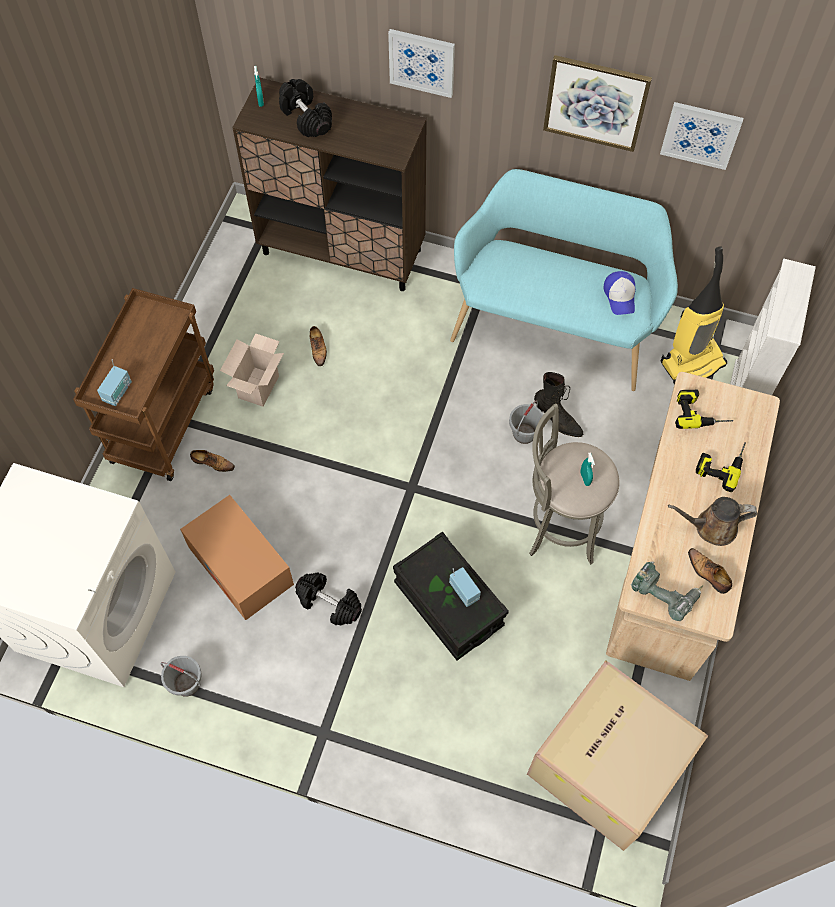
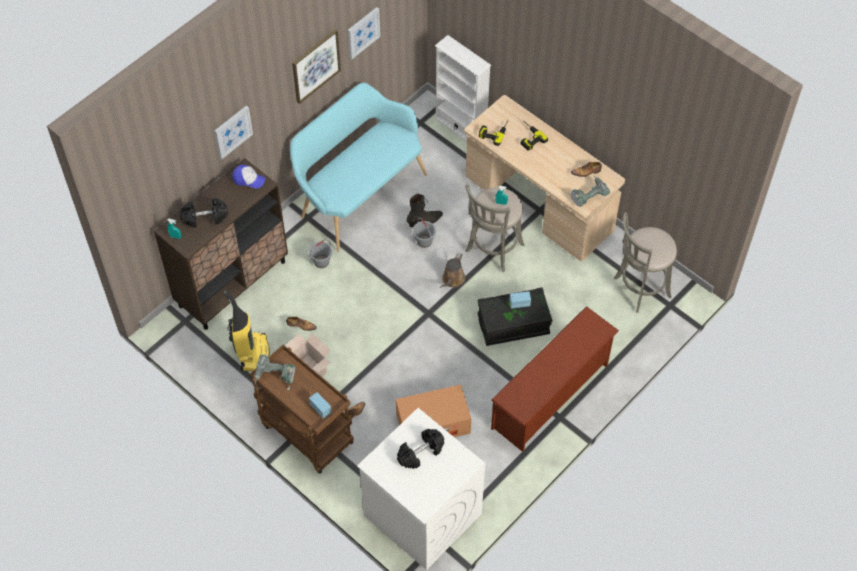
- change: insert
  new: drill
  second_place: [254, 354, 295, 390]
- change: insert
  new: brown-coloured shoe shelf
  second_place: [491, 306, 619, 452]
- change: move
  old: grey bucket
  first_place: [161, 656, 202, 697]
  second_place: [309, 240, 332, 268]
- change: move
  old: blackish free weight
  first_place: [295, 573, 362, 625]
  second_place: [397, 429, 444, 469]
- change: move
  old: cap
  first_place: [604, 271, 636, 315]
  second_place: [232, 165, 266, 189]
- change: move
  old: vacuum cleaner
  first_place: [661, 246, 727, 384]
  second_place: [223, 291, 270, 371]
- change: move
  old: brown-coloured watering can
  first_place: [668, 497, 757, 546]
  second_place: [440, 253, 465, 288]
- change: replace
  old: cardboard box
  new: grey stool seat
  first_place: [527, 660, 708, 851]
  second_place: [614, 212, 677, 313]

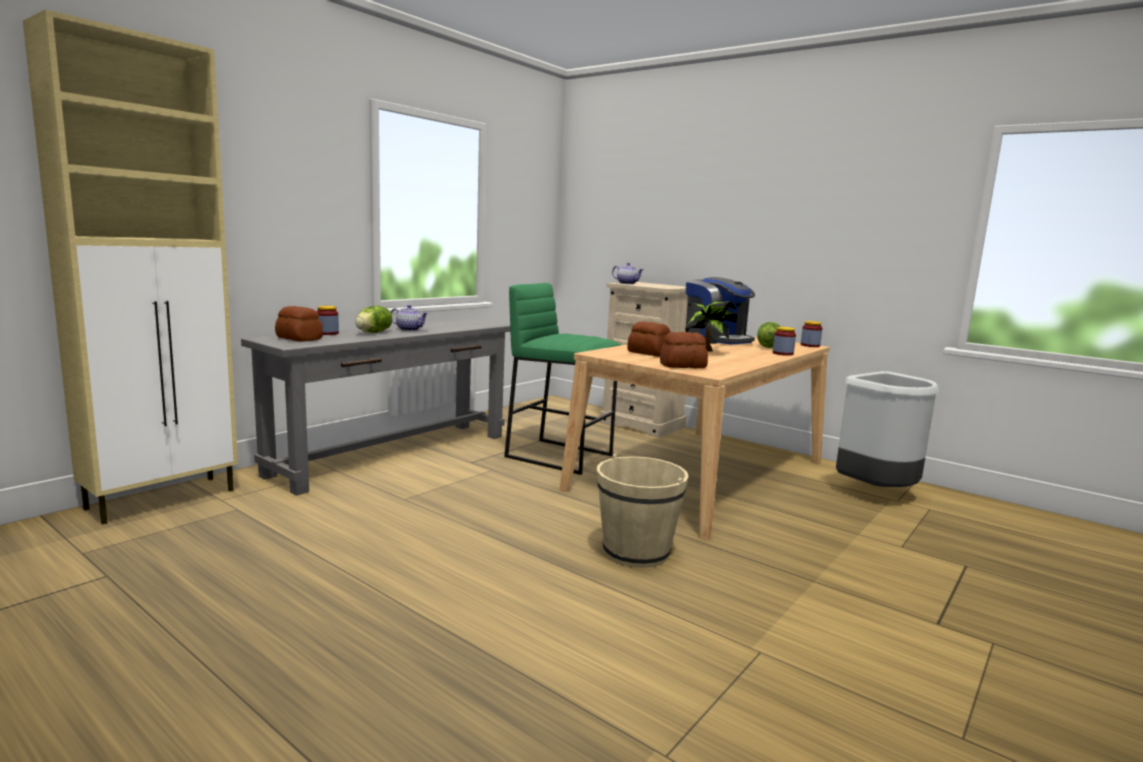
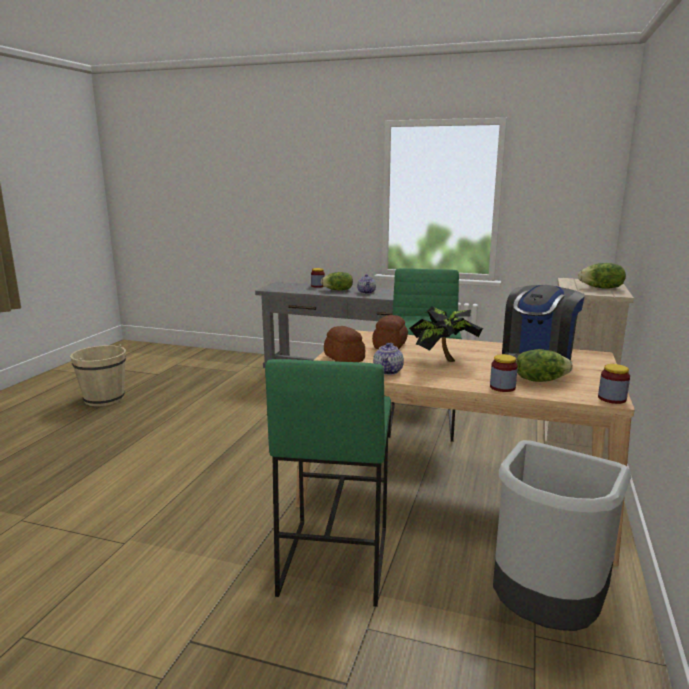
- change: delete
  old: sand-coloured cupboard
  first_place: [23, 9, 238, 524]
- change: delete
  old: bread
  first_place: [275, 306, 323, 342]
- change: insert
  new: greenish stool seat
  second_place: [265, 359, 391, 607]
- change: insert
  new: lettuce
  second_place: [578, 263, 626, 288]
- change: move
  old: sand-coloured bucket
  first_place: [597, 454, 689, 568]
  second_place: [70, 344, 126, 406]
- change: move
  old: pot for tea
  first_place: [612, 263, 644, 284]
  second_place: [373, 343, 404, 375]

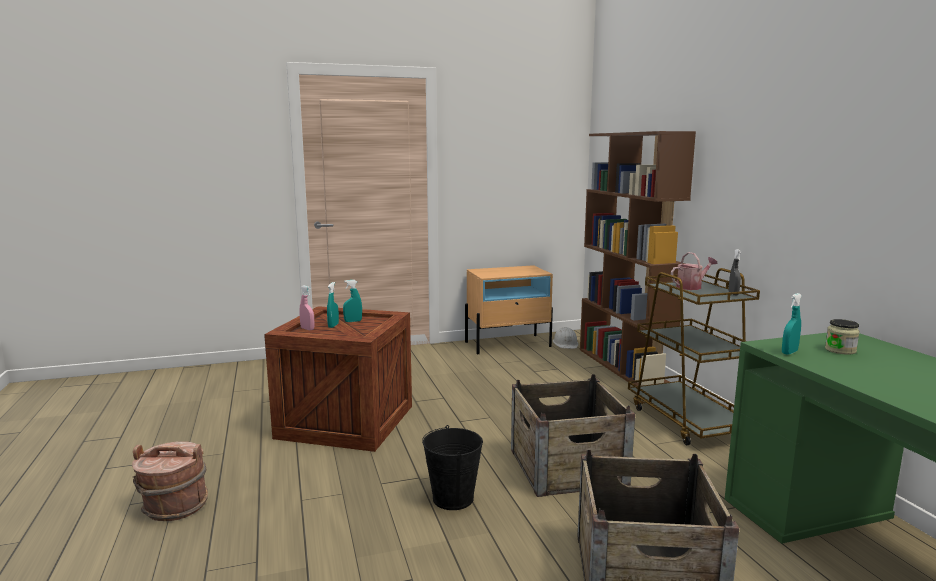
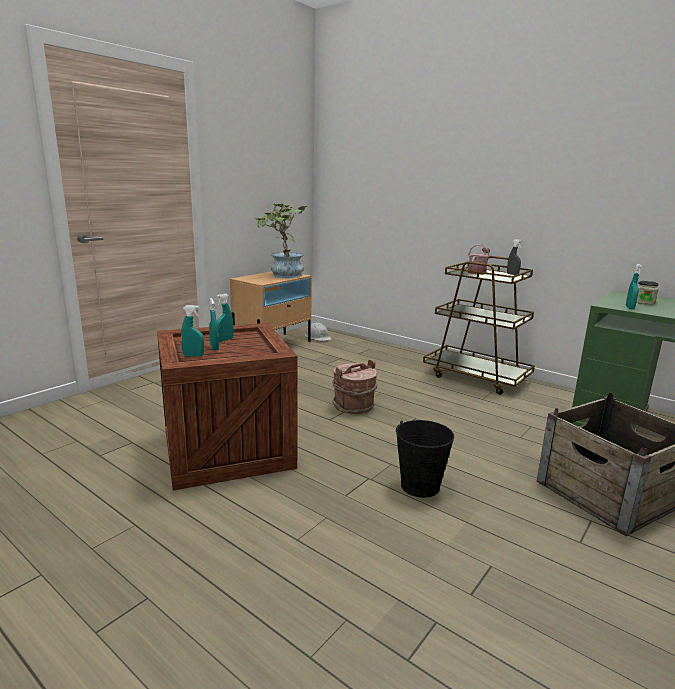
- change: delete
  old: packing crate
  first_place: [511, 374, 635, 497]
- change: delete
  old: brown-coloured shelving unit
  first_place: [580, 131, 696, 386]
- change: insert
  new: houseplant
  second_place: [252, 203, 307, 278]
- change: move
  old: brown-coloured bucket
  first_place: [132, 441, 208, 521]
  second_place: [332, 359, 377, 414]
- change: recolor
  old: pinkish hand sprayer
  new: turquoise-coloured hand sprayer
  first_place: [299, 285, 315, 330]
  second_place: [181, 305, 204, 357]

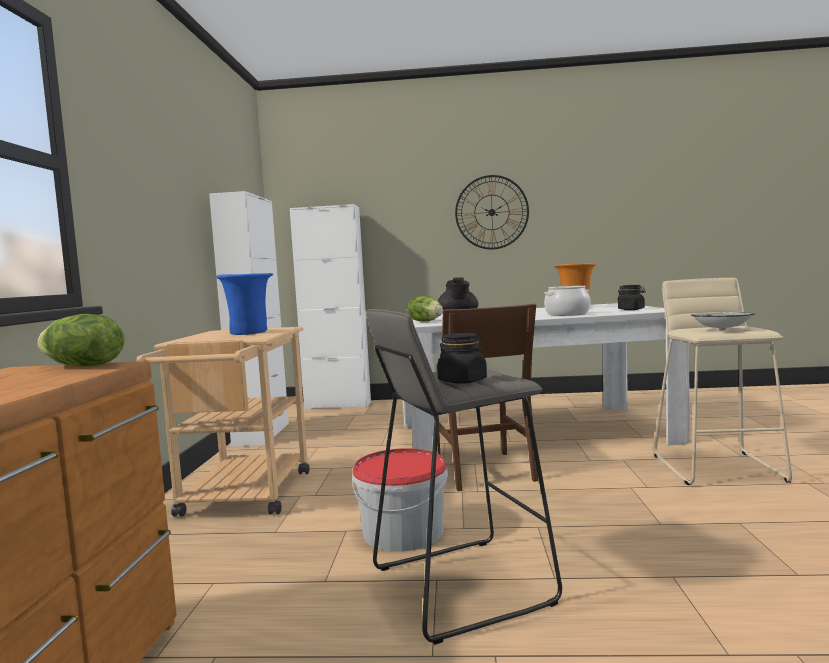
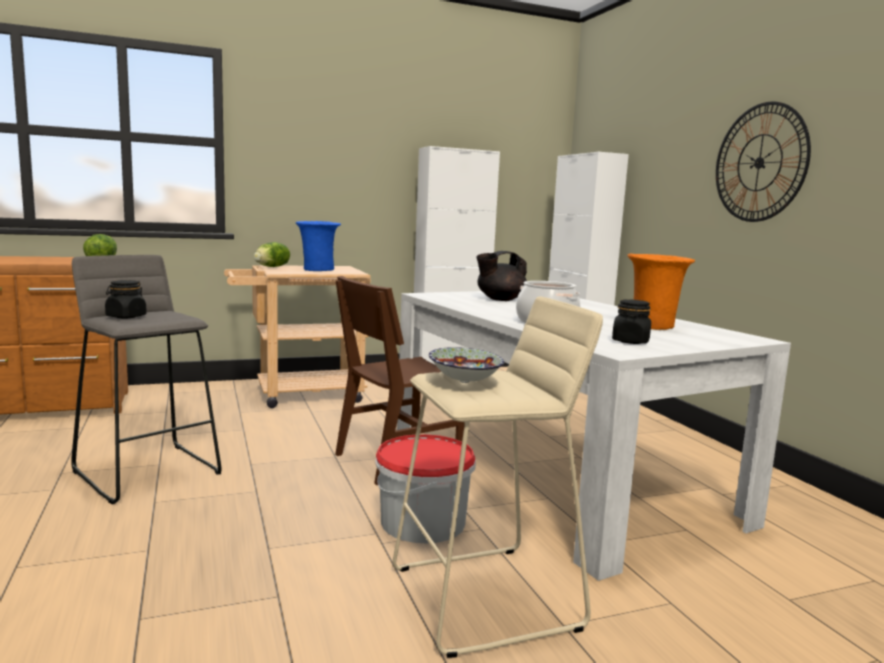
- change: move
  old: bucket
  first_place: [352, 448, 448, 552]
  second_place: [376, 434, 476, 543]
- change: move
  old: lettuce
  first_place: [407, 296, 443, 322]
  second_place: [254, 242, 290, 267]

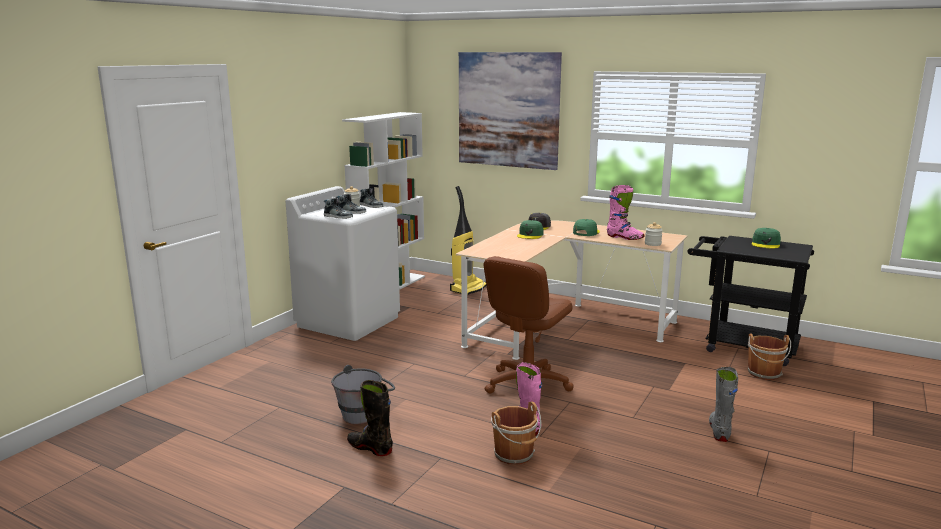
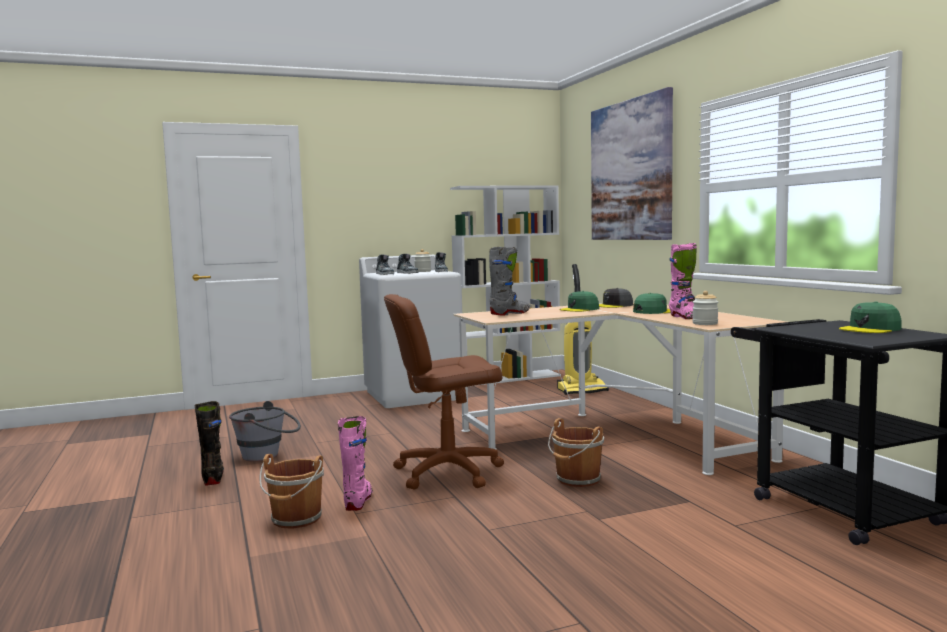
- change: move
  old: grey tall boot
  first_place: [709, 367, 738, 442]
  second_place: [489, 247, 530, 316]
- change: move
  old: brown-coloured bucket
  first_place: [747, 334, 791, 380]
  second_place: [548, 418, 604, 487]

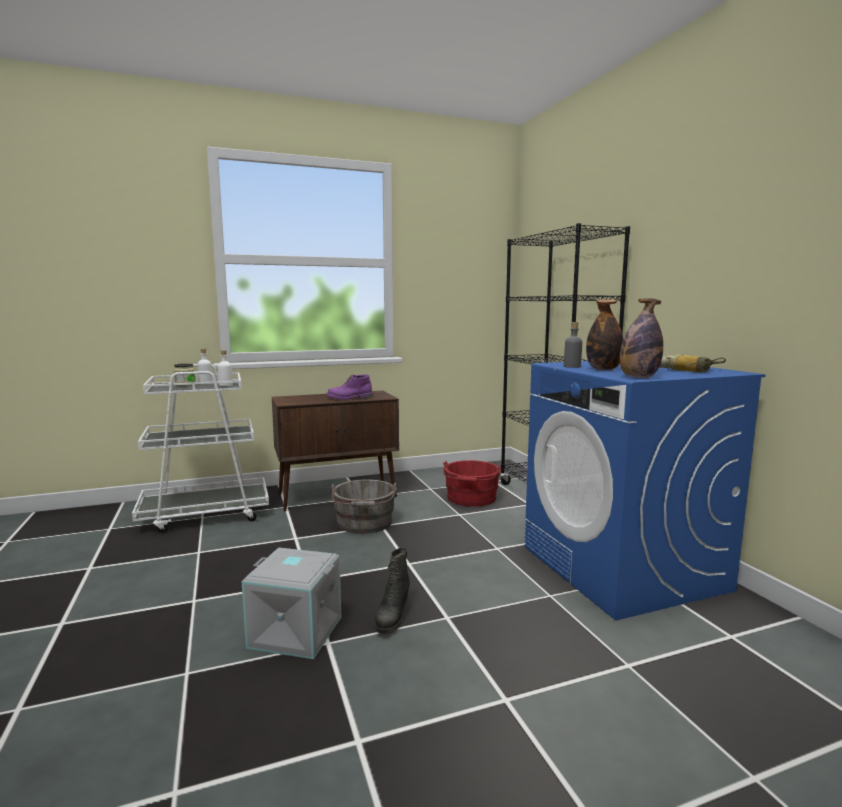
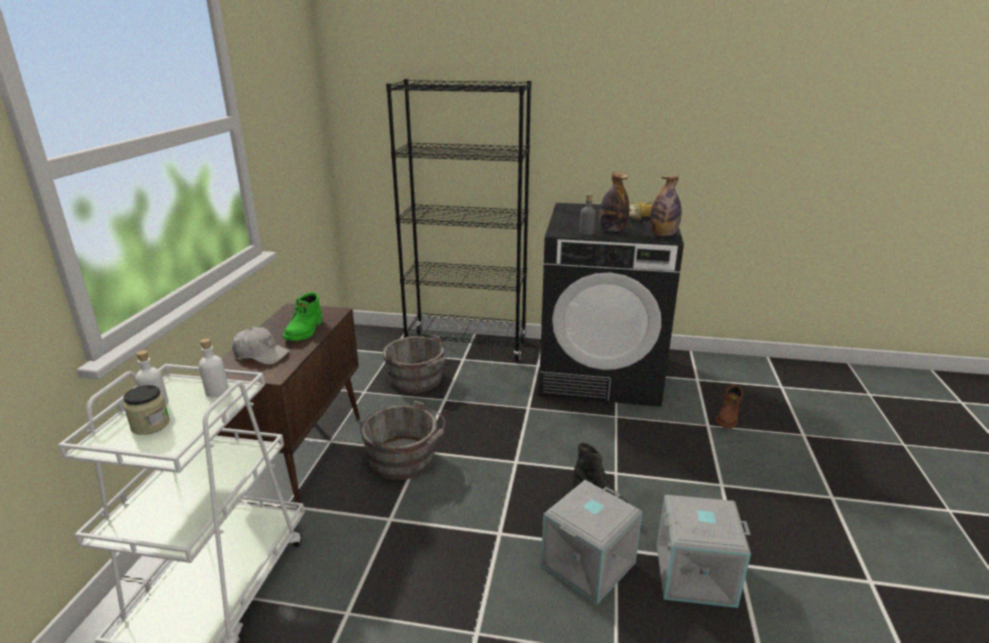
- change: insert
  new: white-coloured cap
  second_place: [232, 327, 290, 365]
- change: insert
  new: grey storage container
  second_place: [657, 495, 751, 608]
- change: insert
  new: brown-coloured tall boot
  second_place: [716, 385, 743, 429]
- change: recolor
  old: purplish tall boot
  new: greenish tall boot
  first_place: [326, 374, 372, 400]
  second_place: [283, 292, 323, 341]
- change: recolor
  old: reddish bucket
  new: grey bucket
  first_place: [443, 460, 501, 507]
  second_place: [383, 334, 451, 393]
- change: recolor
  old: blue laundry machine
  new: blackish laundry machine
  first_place: [524, 361, 766, 620]
  second_place: [539, 203, 684, 407]

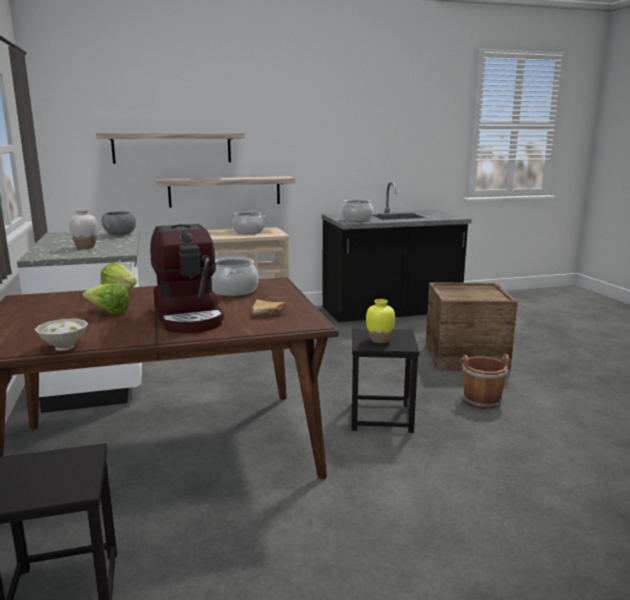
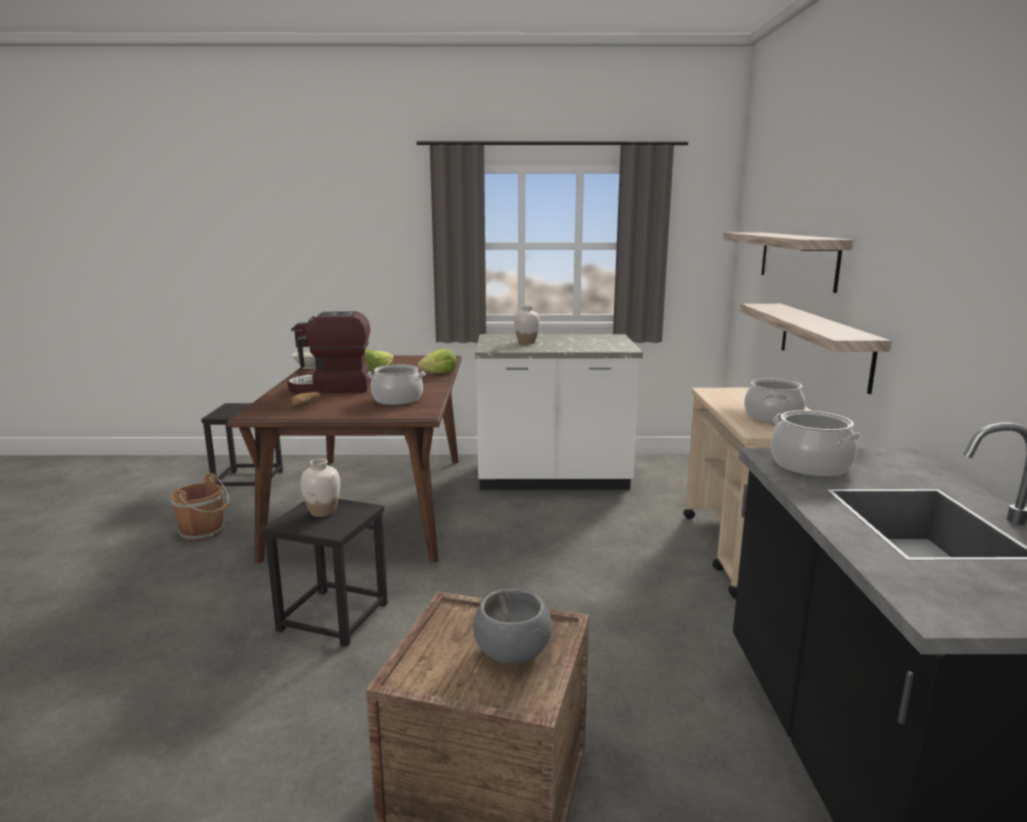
- change: move
  old: grey bowl
  first_place: [102, 211, 136, 235]
  second_place: [473, 589, 552, 664]
- change: move
  old: brown-coloured bucket
  first_place: [460, 354, 509, 409]
  second_place: [170, 473, 229, 541]
- change: recolor
  old: yellow-coloured flower vase
  new: white-coloured flower vase
  first_place: [366, 299, 395, 343]
  second_place: [301, 459, 340, 517]

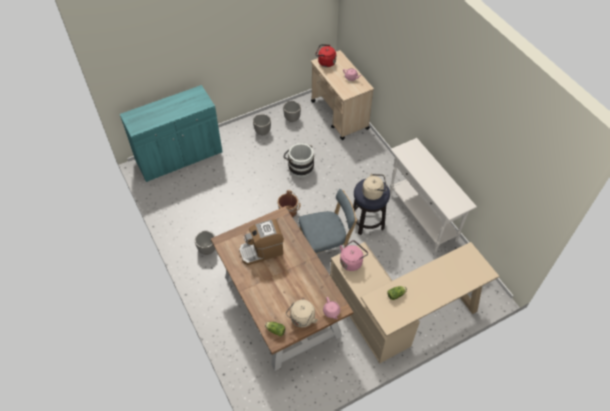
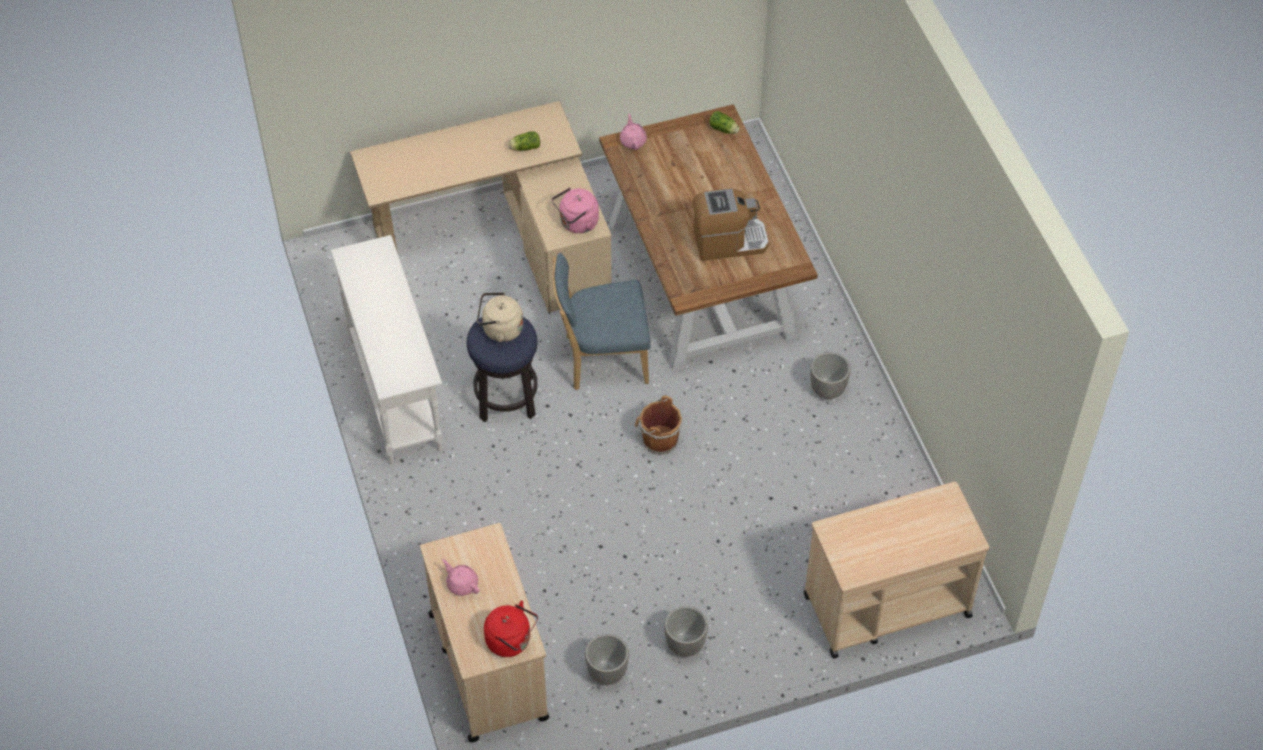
- change: delete
  old: white-coloured bucket
  first_place: [284, 143, 314, 177]
- change: delete
  old: sand-coloured water kettle
  first_place: [286, 300, 318, 328]
- change: replace
  old: turquoise-coloured cupboard
  new: sand-coloured cart
  first_place: [120, 85, 222, 182]
  second_place: [804, 482, 989, 658]

